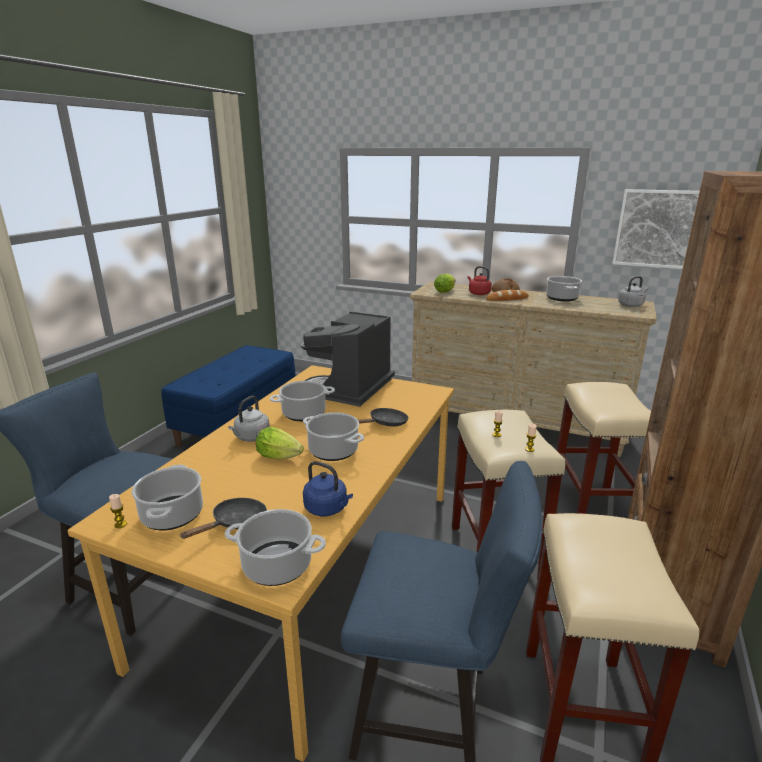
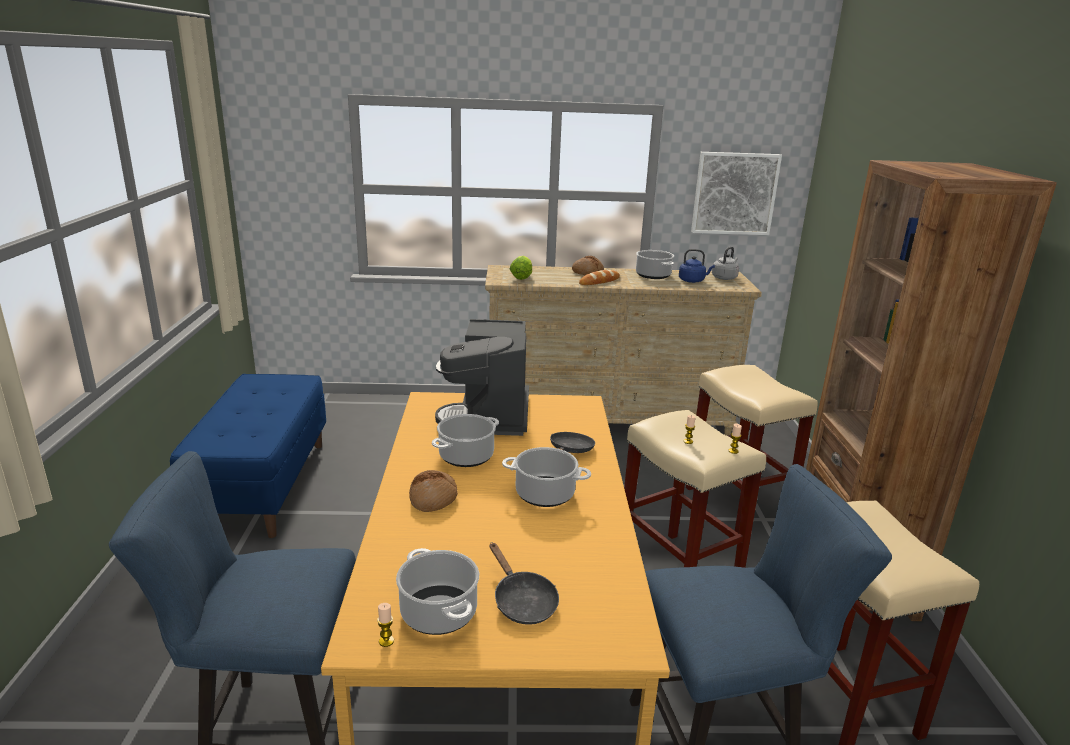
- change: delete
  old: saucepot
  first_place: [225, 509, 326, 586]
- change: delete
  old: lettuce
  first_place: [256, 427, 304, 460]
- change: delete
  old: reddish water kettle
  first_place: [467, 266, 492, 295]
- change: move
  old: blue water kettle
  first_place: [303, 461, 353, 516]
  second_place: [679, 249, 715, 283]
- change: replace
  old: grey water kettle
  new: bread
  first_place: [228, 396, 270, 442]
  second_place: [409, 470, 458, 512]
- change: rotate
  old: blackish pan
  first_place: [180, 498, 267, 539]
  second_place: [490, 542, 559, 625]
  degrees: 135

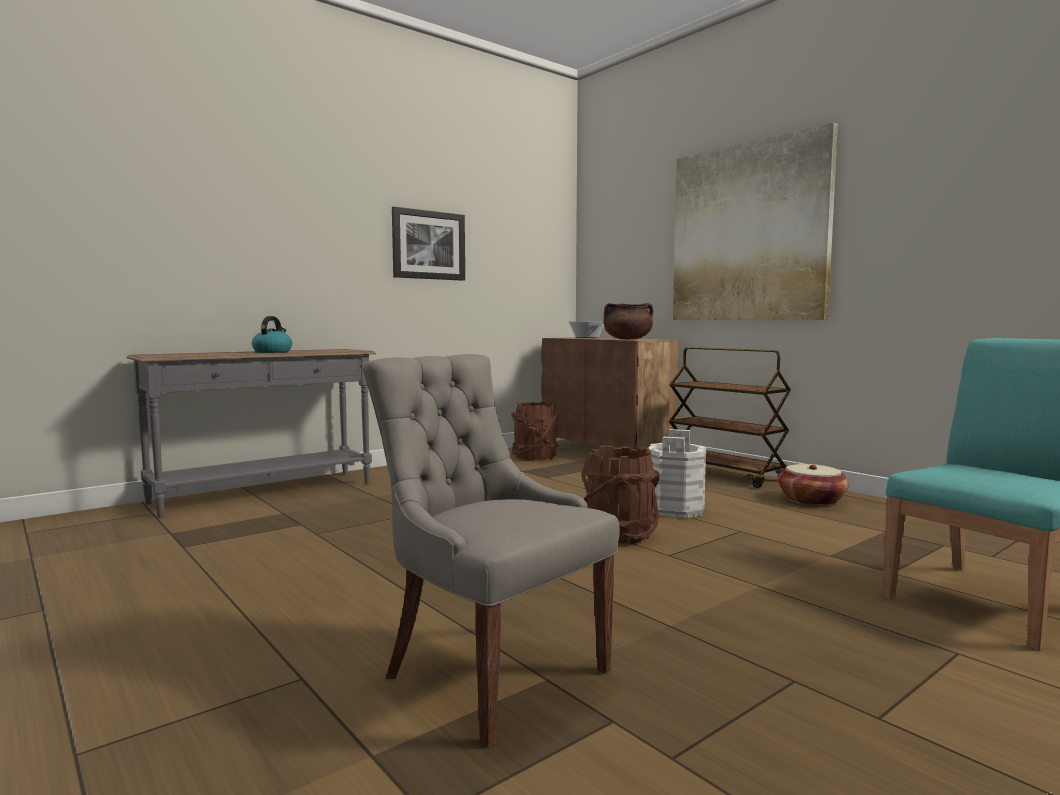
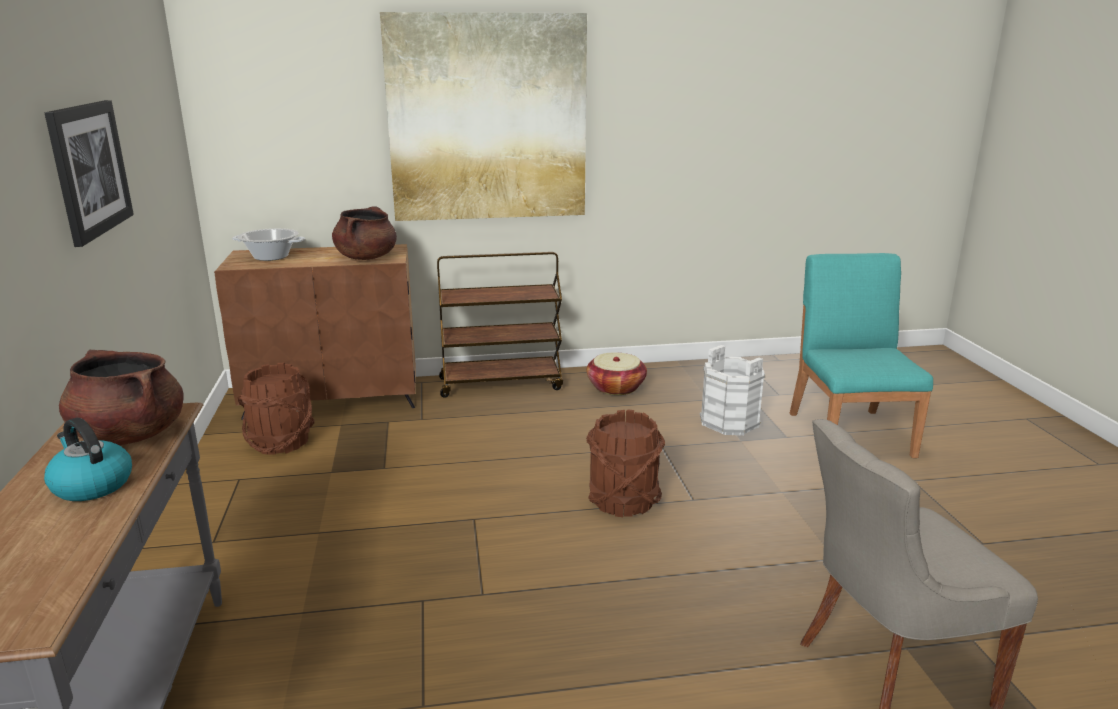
- change: insert
  new: brown-coloured saucepot
  second_place: [59, 350, 184, 445]
- change: move
  old: white-coloured bucket
  first_place: [648, 429, 706, 518]
  second_place: [700, 345, 766, 436]

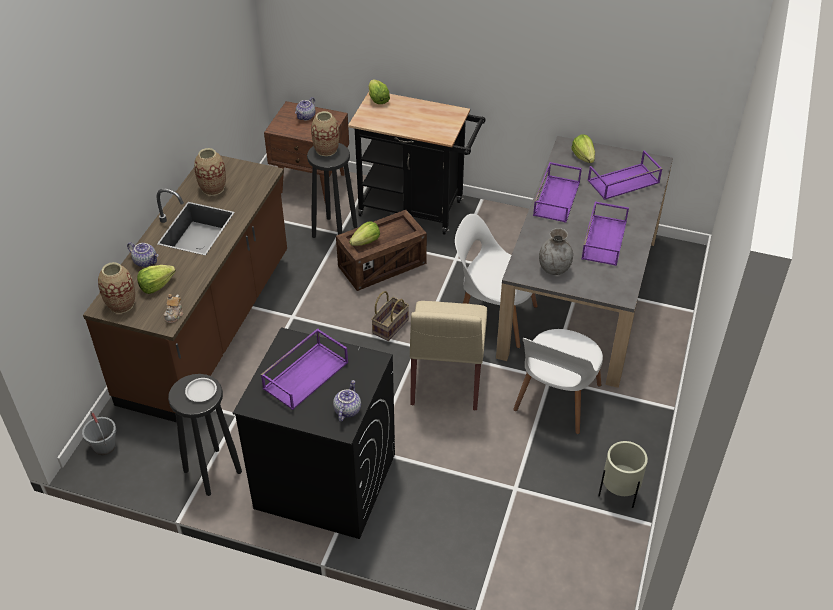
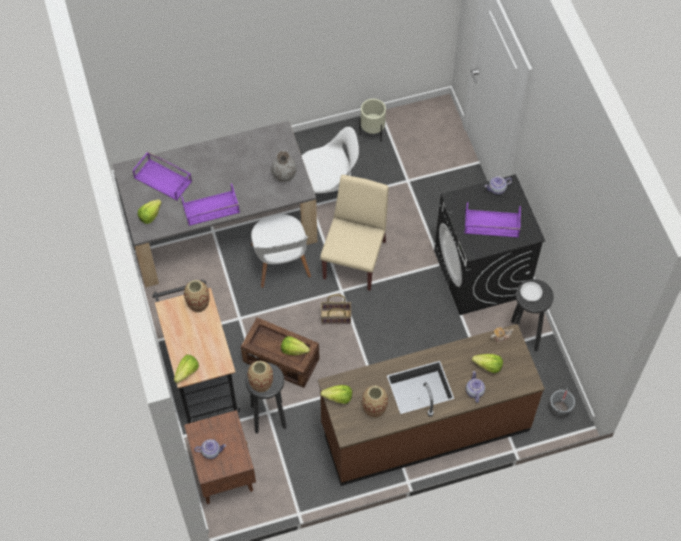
- change: delete
  old: purplish tray
  first_place: [582, 201, 629, 266]
- change: insert
  new: lettuce
  second_place: [321, 385, 352, 404]
- change: move
  old: flower vase
  first_place: [98, 262, 135, 313]
  second_place: [184, 280, 210, 312]
- change: rotate
  old: sand-coloured upright chair
  first_place: [410, 301, 487, 410]
  second_place: [320, 175, 389, 291]
  degrees: -45

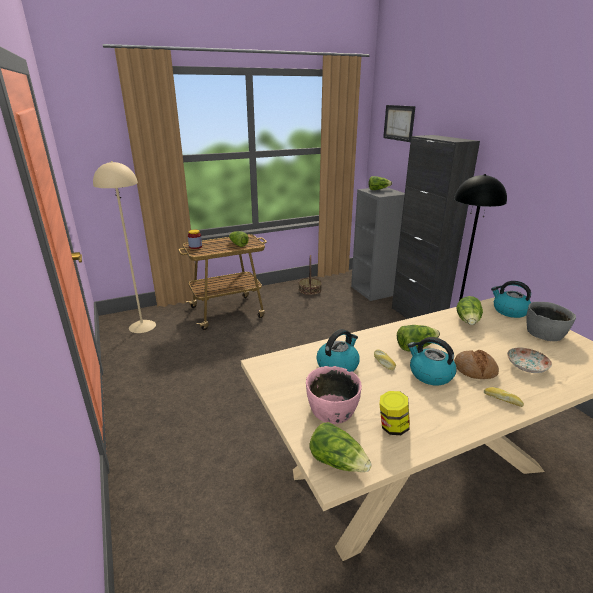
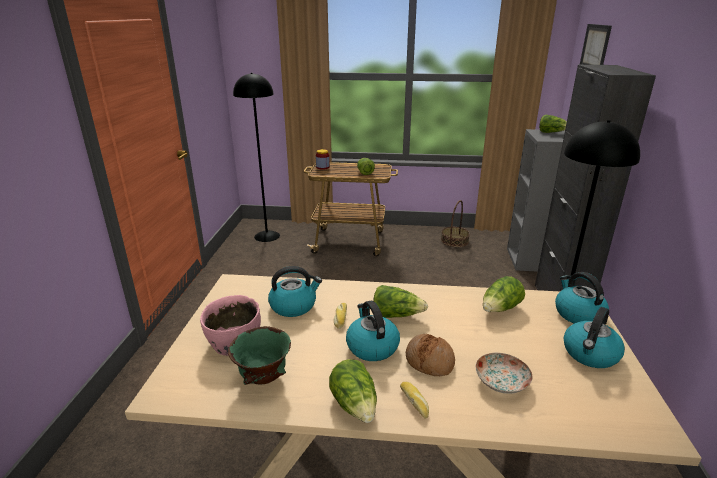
- change: move
  old: lettuce
  first_place: [309, 422, 372, 472]
  second_place: [329, 359, 377, 423]
- change: replace
  old: storage jar
  new: greenish bowl
  first_place: [380, 391, 410, 435]
  second_place: [228, 326, 291, 385]
- change: replace
  old: grey bowl
  new: water kettle
  first_place: [526, 302, 576, 341]
  second_place: [564, 307, 625, 368]
- change: recolor
  old: sand-coloured standard lamp
  new: blackish standard lamp
  first_place: [93, 161, 156, 333]
  second_place: [233, 73, 280, 242]

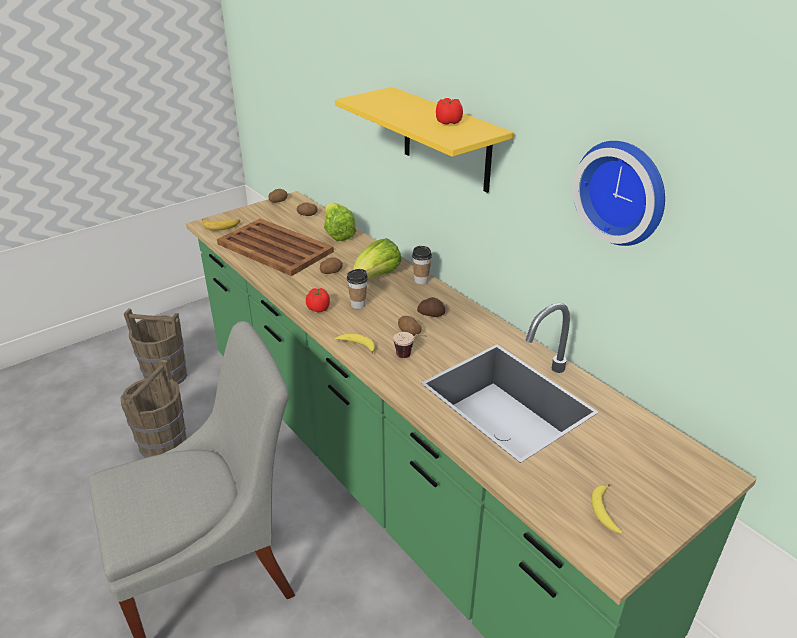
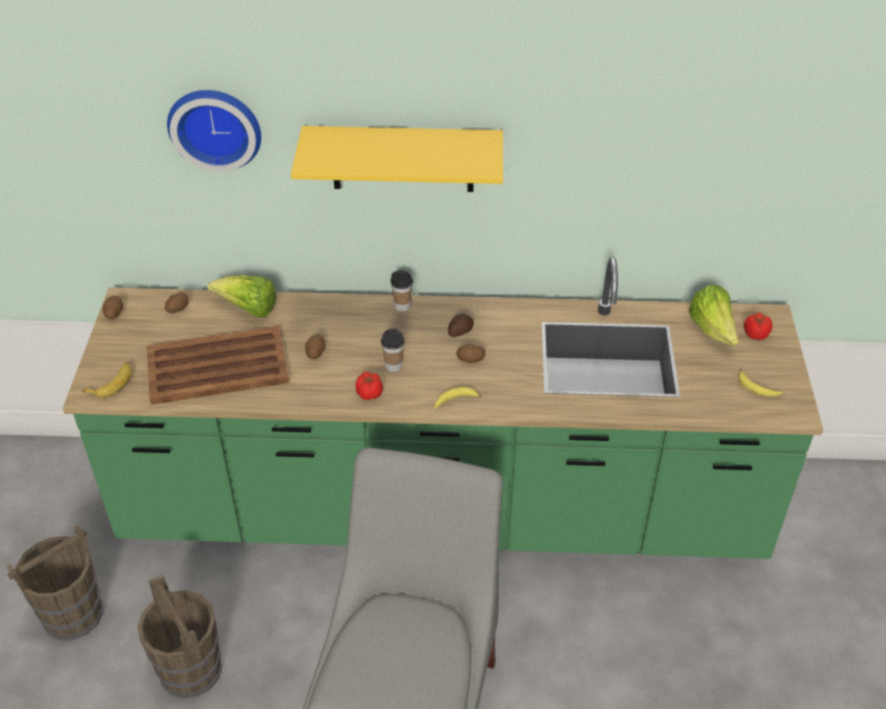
- change: delete
  old: cup
  first_place: [393, 332, 427, 358]
- change: move
  old: lettuce
  first_place: [353, 238, 402, 278]
  second_place: [689, 285, 739, 345]
- change: move
  old: whole tomato
  first_place: [436, 98, 463, 125]
  second_place: [744, 313, 772, 340]
- change: move
  old: wall clock
  first_place: [573, 141, 665, 246]
  second_place: [167, 90, 261, 172]

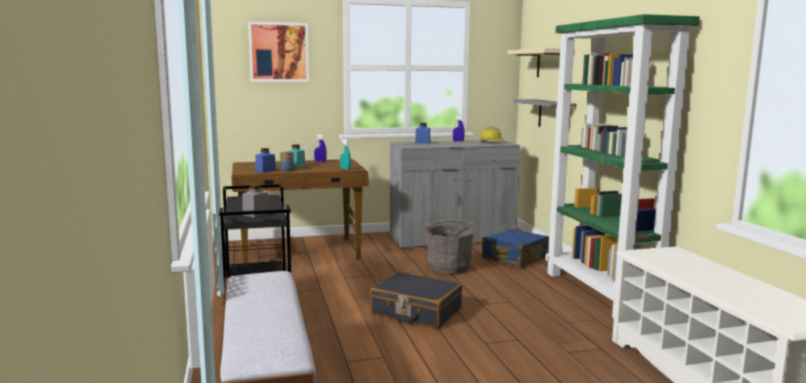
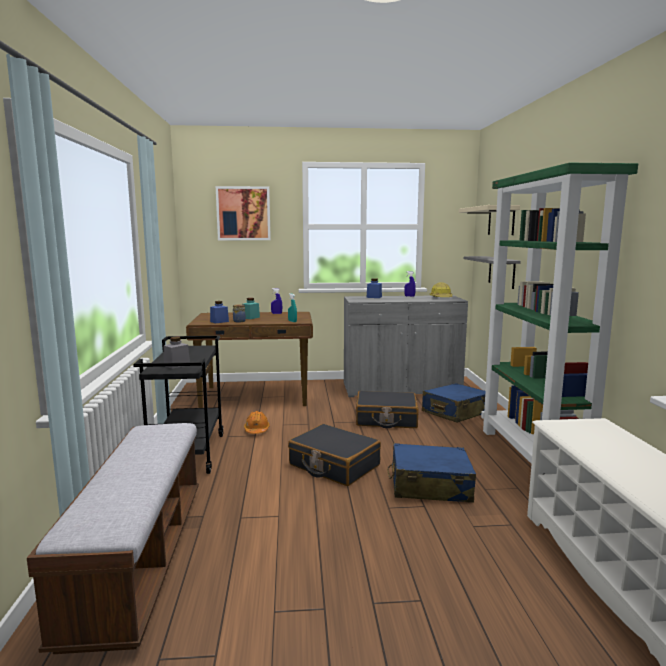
- change: insert
  new: orange safety helmet
  second_place: [244, 411, 270, 434]
- change: insert
  new: blue travel case
  second_place: [387, 443, 476, 503]
- change: replace
  old: grey bucket
  new: blackish travel case
  first_place: [425, 219, 475, 274]
  second_place: [356, 391, 419, 428]

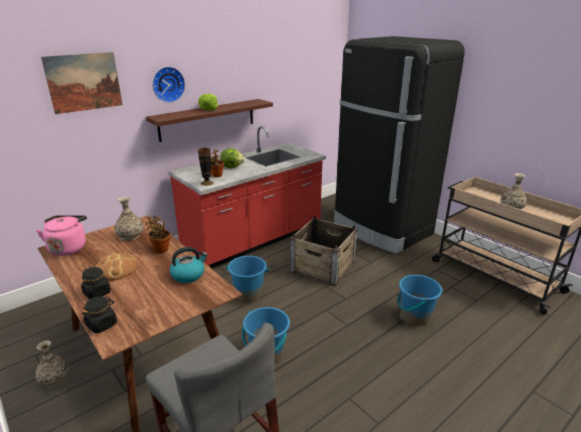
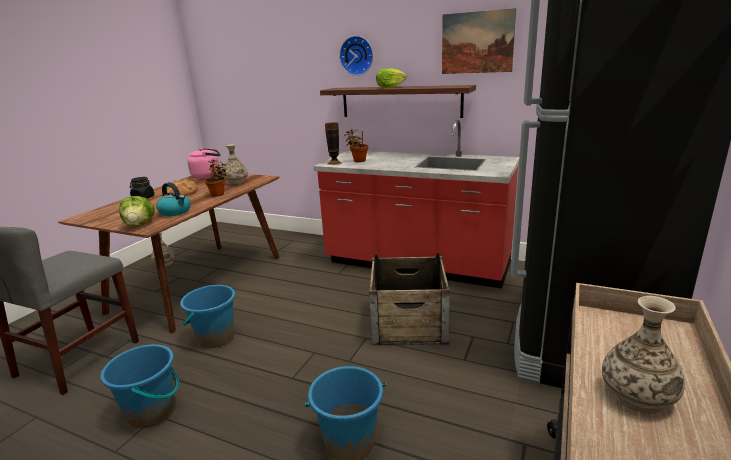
- change: delete
  old: blackish storage jar
  first_place: [82, 296, 117, 333]
- change: move
  old: wall art
  first_place: [41, 52, 123, 114]
  second_place: [442, 8, 516, 74]
- change: move
  old: lettuce
  first_place: [220, 148, 245, 168]
  second_place: [119, 196, 155, 226]
- change: move
  old: blue bucket
  first_place: [226, 256, 269, 303]
  second_place: [100, 344, 179, 429]

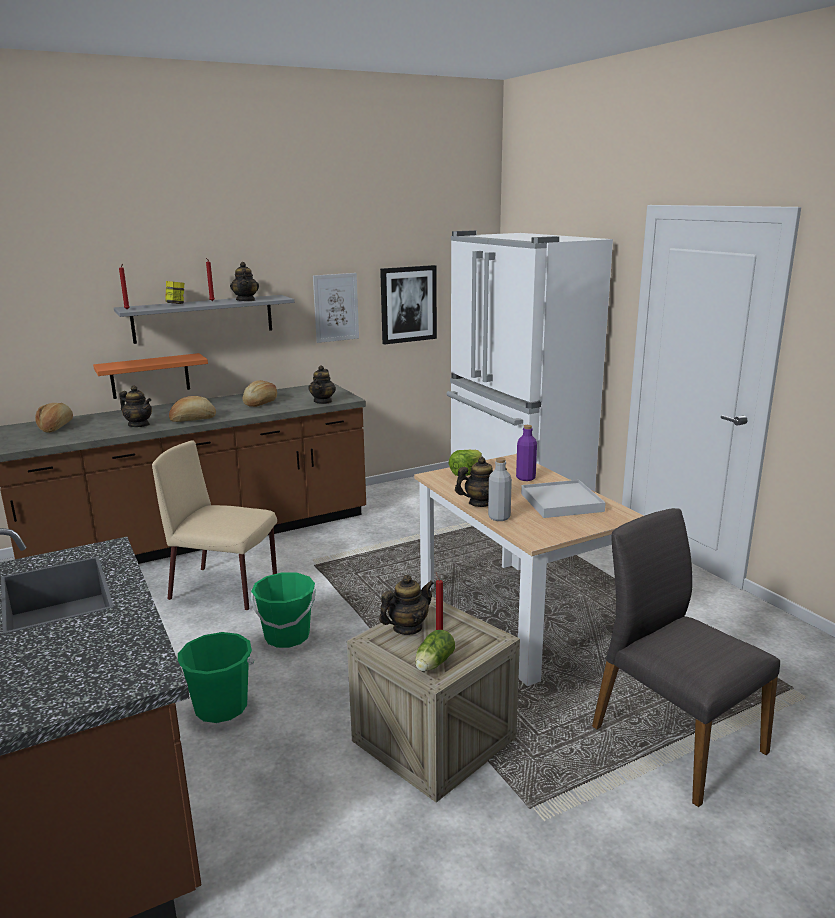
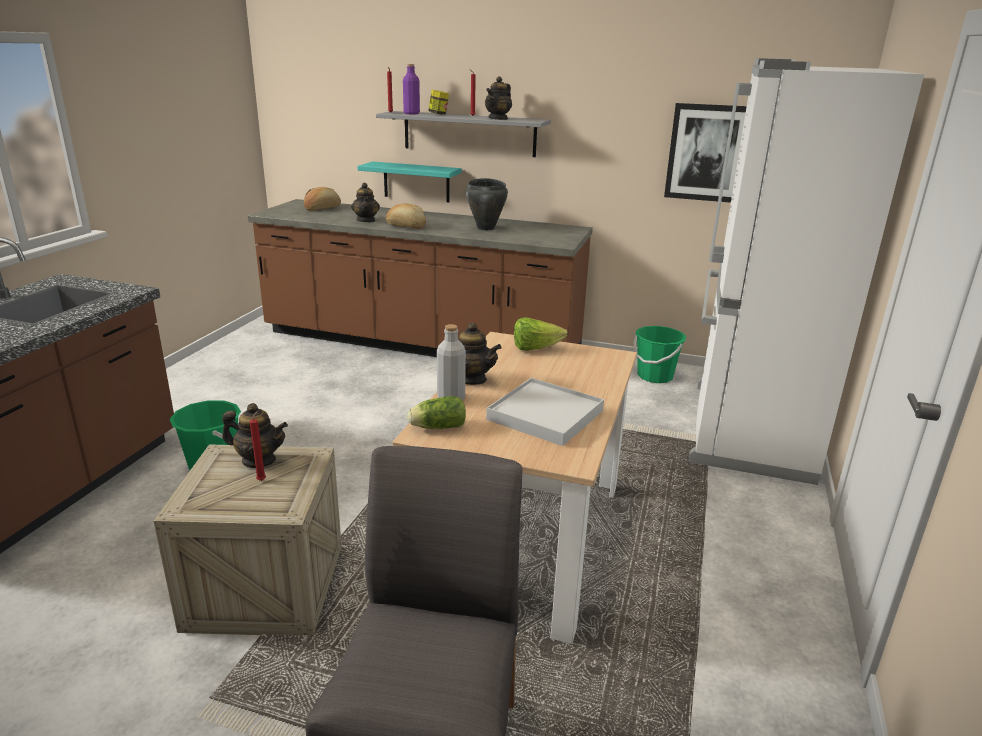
- change: delete
  old: sand-coloured upright chair
  first_place: [152, 440, 277, 611]
- change: delete
  old: pot for tea
  first_place: [308, 365, 336, 404]
- change: delete
  old: wall art
  first_place: [313, 273, 359, 343]
- change: move
  old: greenish bucket
  first_place: [250, 573, 316, 648]
  second_place: [633, 326, 686, 383]
- change: move
  old: lettuce
  first_place: [415, 630, 455, 671]
  second_place: [407, 396, 466, 429]
- change: move
  old: purplish beverage bottle
  first_place: [516, 425, 537, 481]
  second_place: [403, 64, 420, 114]
- change: replace
  old: bread
  new: blackish saucepot
  first_place: [243, 380, 277, 407]
  second_place: [466, 178, 508, 230]
- change: recolor
  old: orange bracket shelf
  new: turquoise-coloured bracket shelf
  first_place: [93, 353, 208, 399]
  second_place: [358, 161, 462, 202]

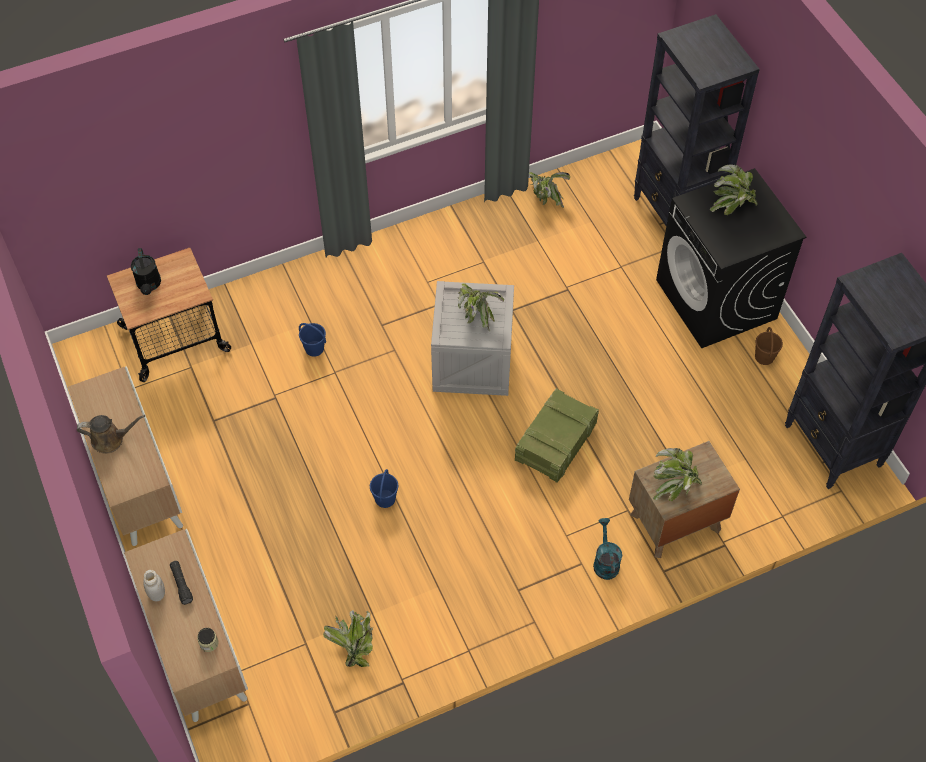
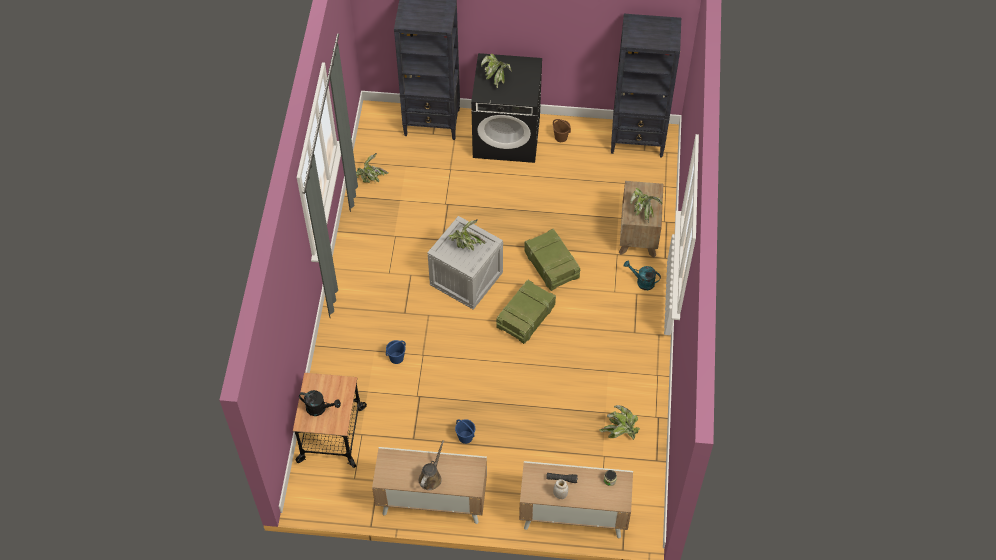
- change: insert
  new: packing crate
  second_place: [496, 279, 556, 344]
- change: move
  old: blue bucket
  first_place: [370, 469, 398, 508]
  second_place: [455, 419, 475, 444]

